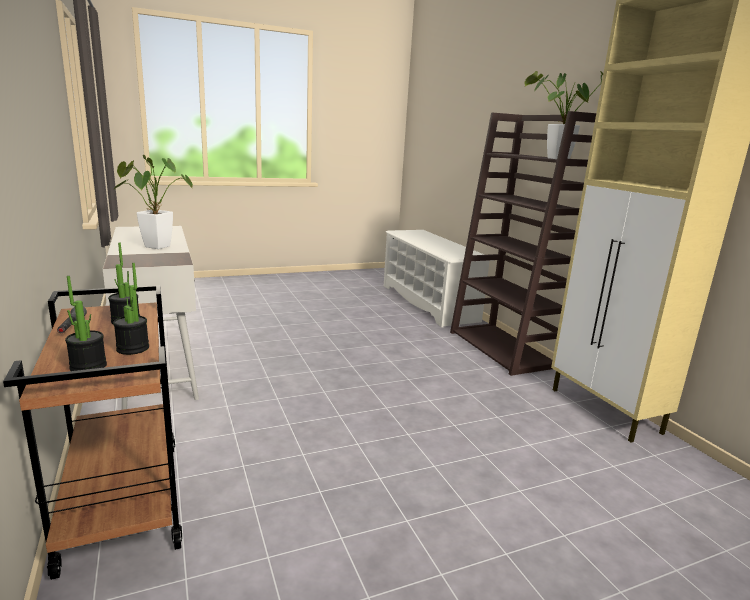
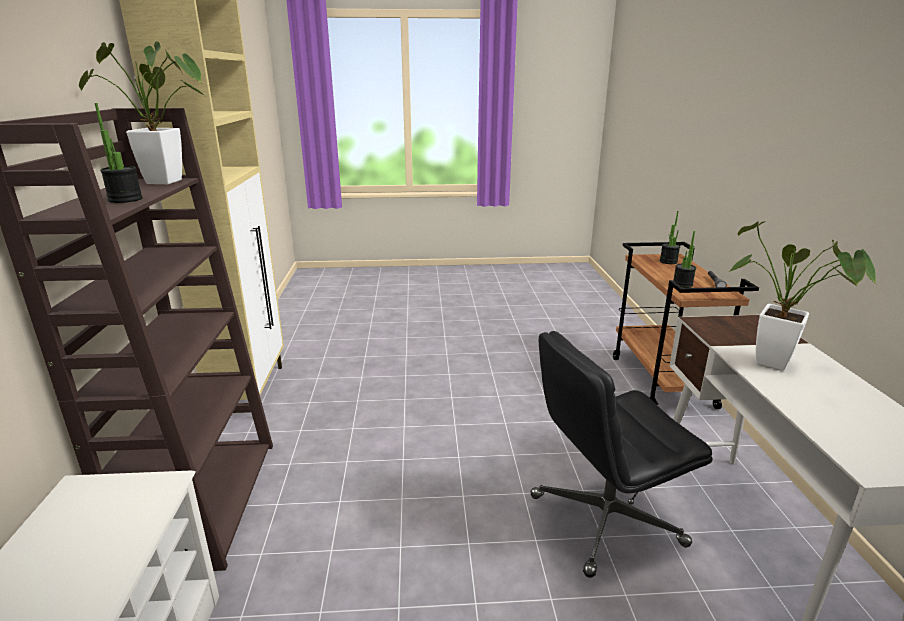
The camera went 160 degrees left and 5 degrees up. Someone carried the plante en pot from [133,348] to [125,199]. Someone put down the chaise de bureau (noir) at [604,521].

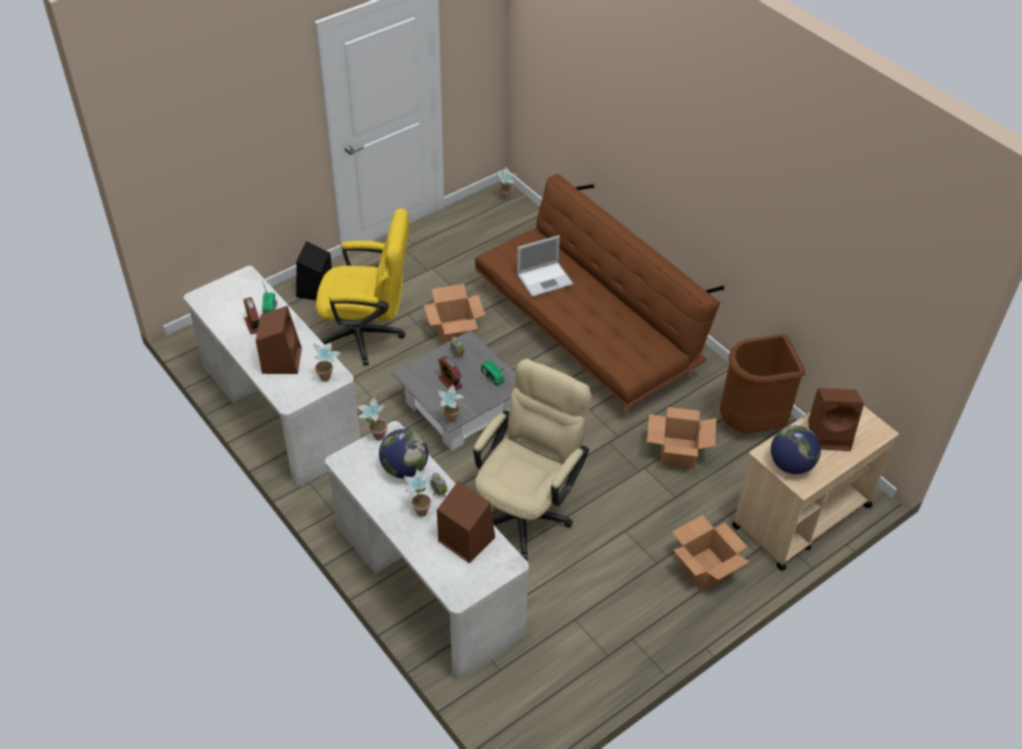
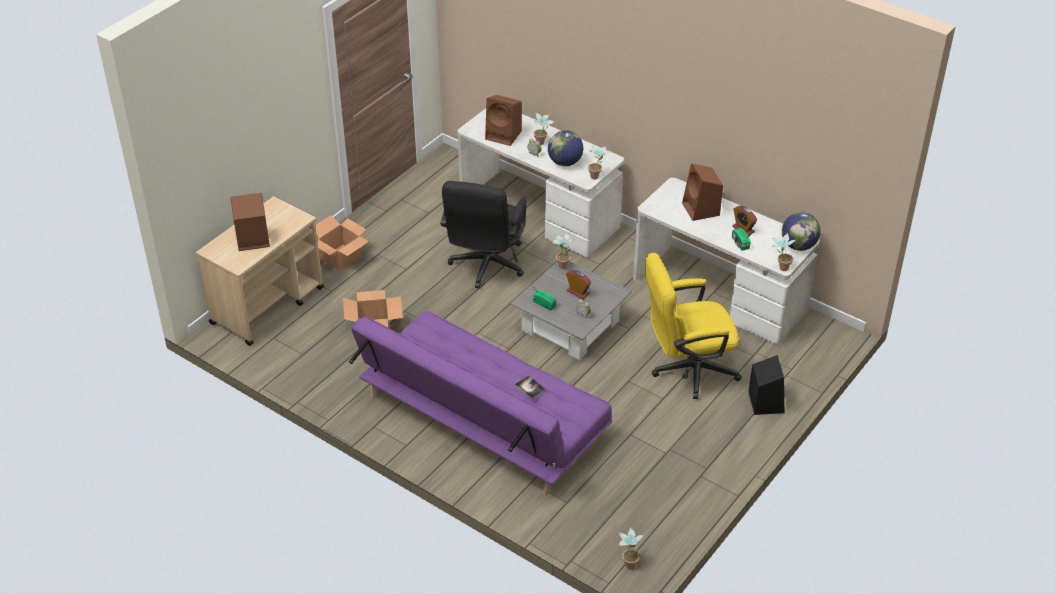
The camera went 165 degrees right and 5 degrees down. Someone carried the plante en pot from [328,379] to [780,267]. Someone took away the carton at [455,331]. Someone repainted the chaise de bureau (beige) at [527,509], which became the chaise de bureau (noir) at [485,267]. Someone repainted the canapé (marron) at [587,331], which became the canapé (violet) at [482,420]. Someone swapped the ordinateur portable at [545,279] for the livre at [530,388]. Someone took away the poubelle (marron) at [751,423]. Someone carried the globe from [791,465] to [798,246].

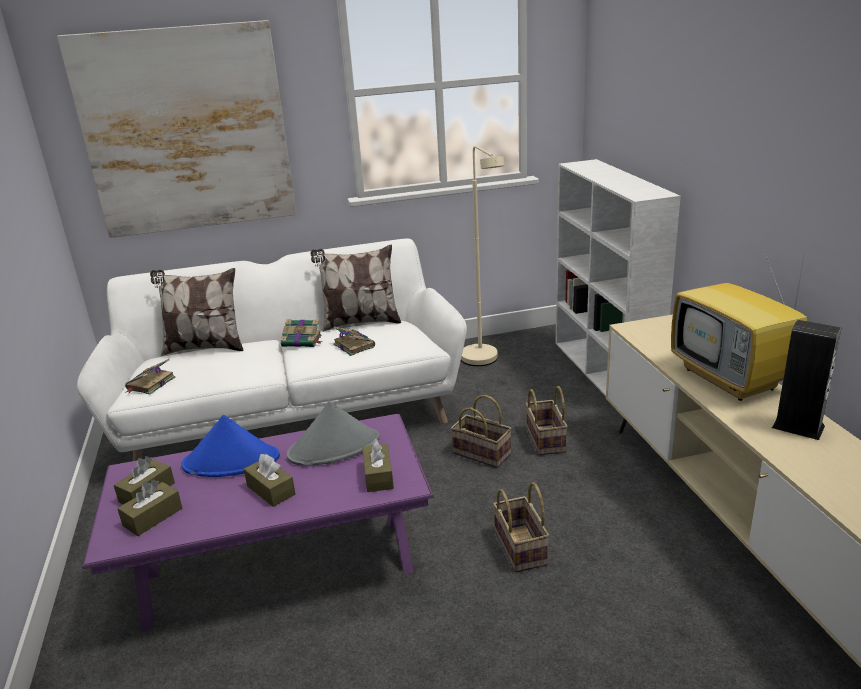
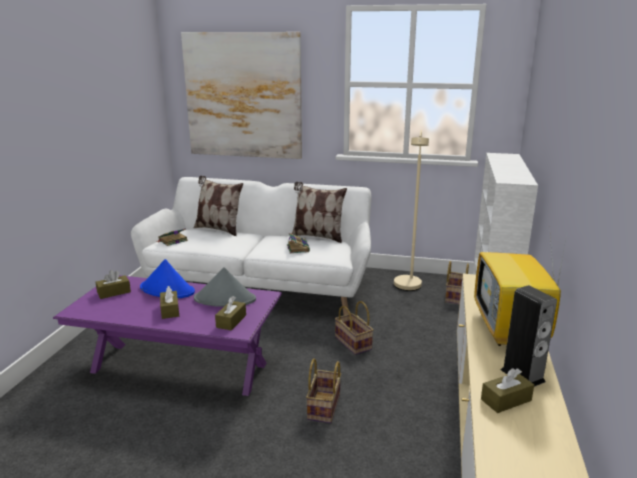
The camera went 25 degrees right and 5 degrees down. Someone carried the boîte à mouchoirs (marron) from [153,517] to [506,400]. Someone took away the livre at [302,341]. Someone carried the panier from [544,439] to [455,296].

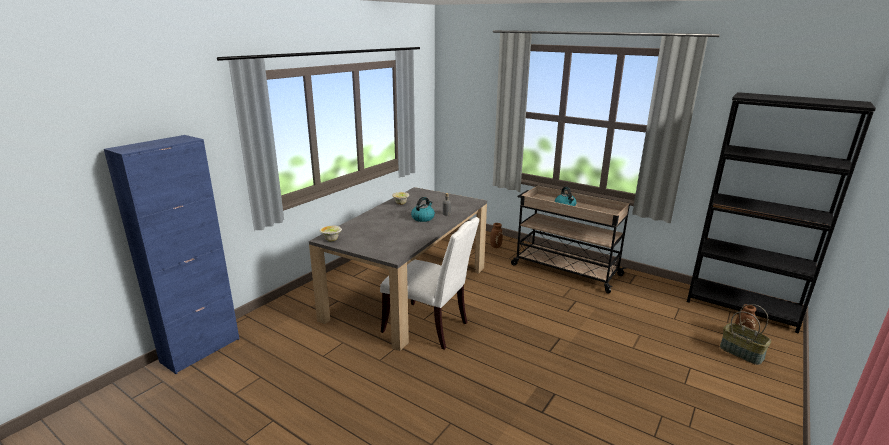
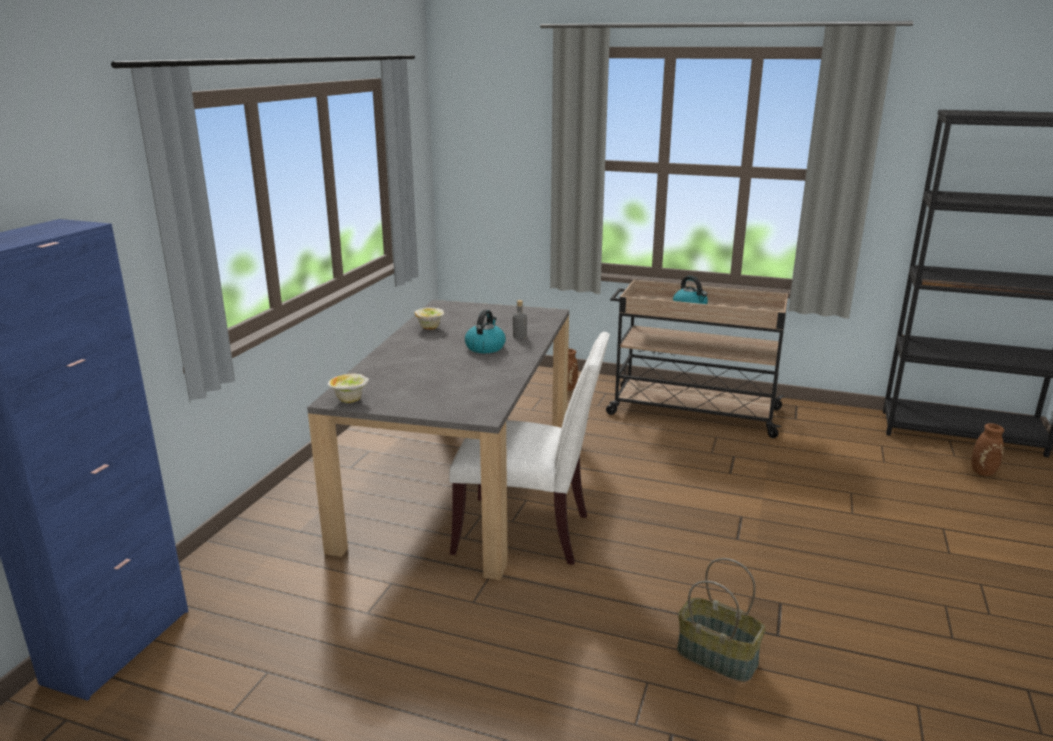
The camera went 15 degrees left and 0 degrees up. Someone carried the panier from [742,353] to [718,657].

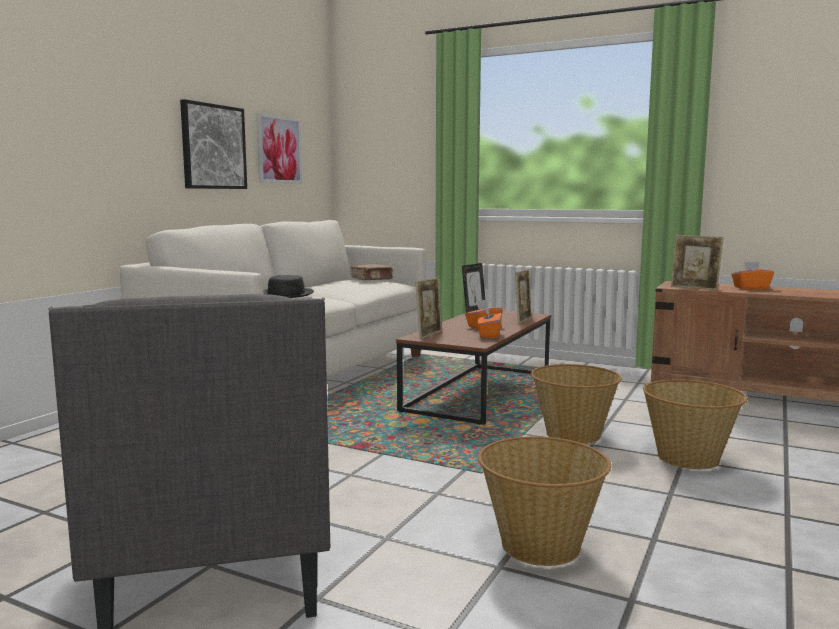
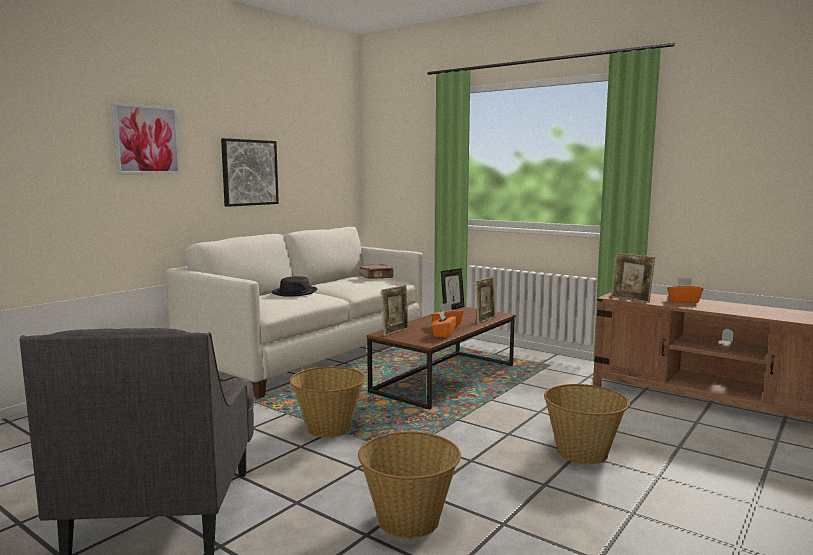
The camera went 10 degrees right and 0 degrees up. Someone carried the tableau from [279,150] to [147,140]. Someone carried the panier from [573,435] to [328,428].

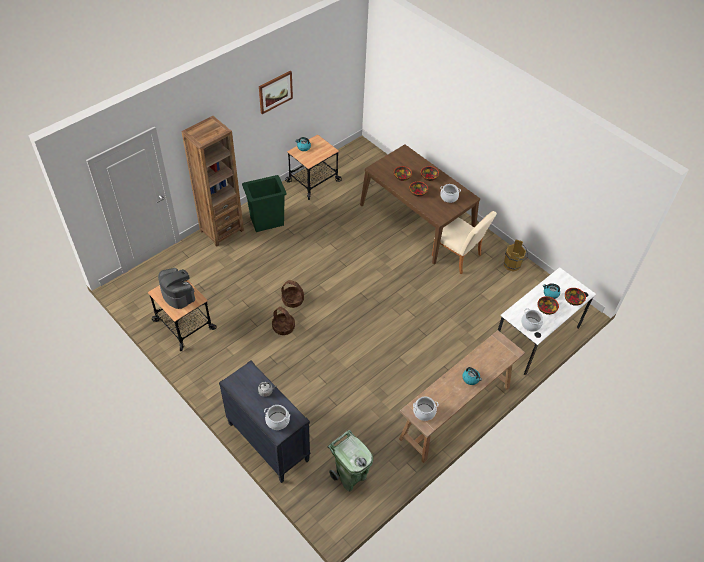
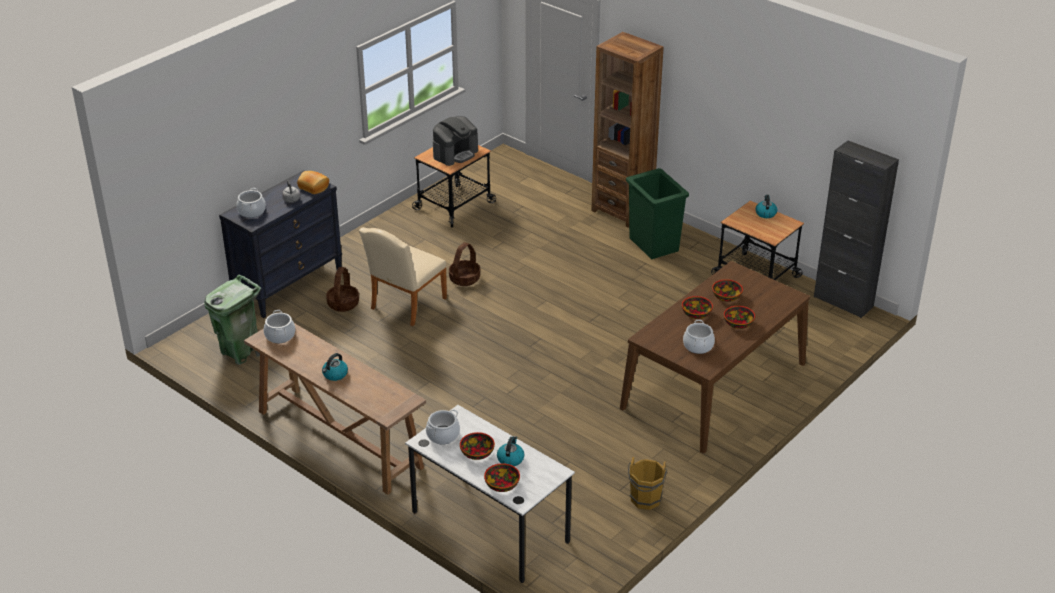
The camera went 85 degrees right and 15 degrees down. Someone took away the tableau at [275,92]. Someone carried the panier from [292,300] to [343,304]. Someone carried the chaise (beige) from [459,257] to [405,305]. Someone put down the pain at [313,187]. Someone put down the meuble de rangement (noir) at [843,302].

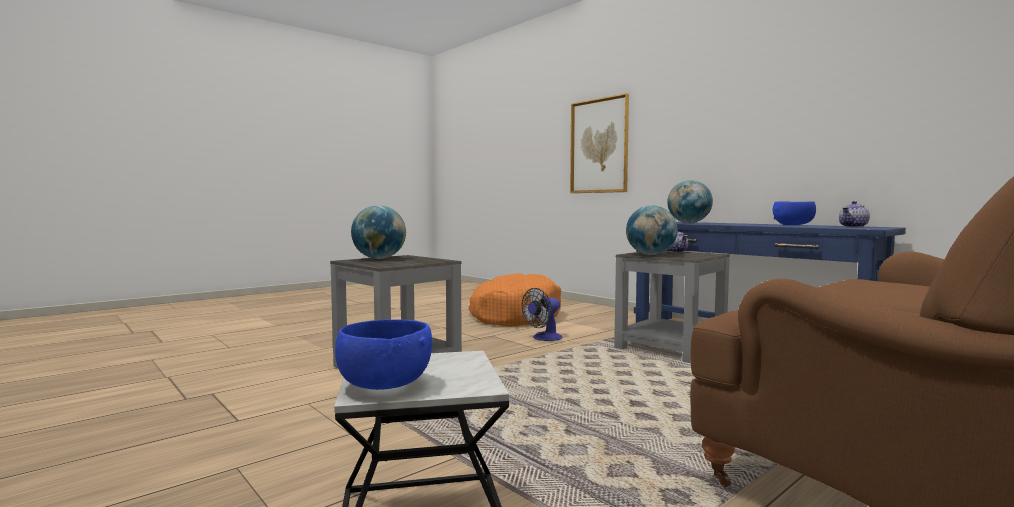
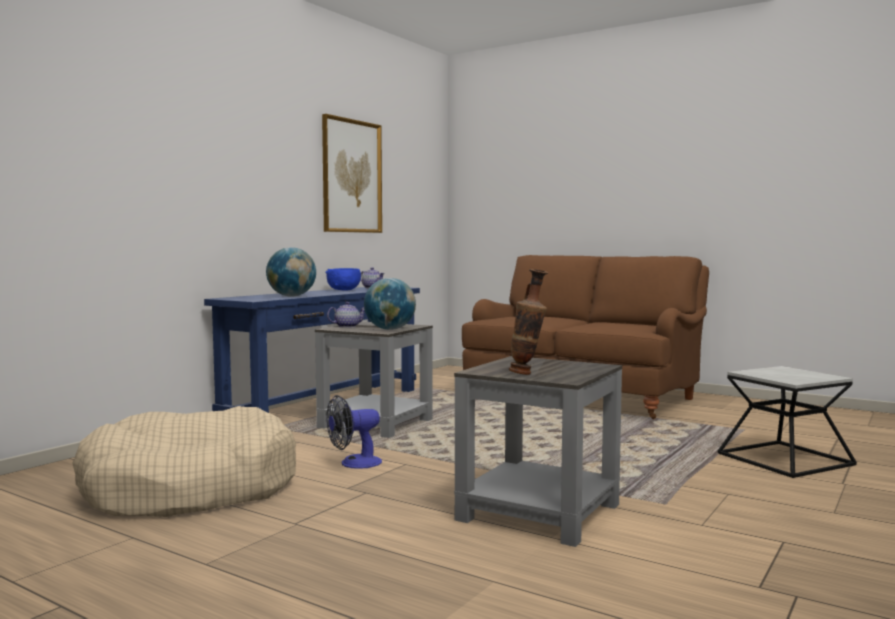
The camera went 105 degrees left and 0 degrees up. Someone took away the bol (bleu) at [384,385]. Someone swapped the globe at [379,258] for the vase at [527,374]. Someone repainted the panier pour chien (orange) at [514,315], which became the panier pour chien (beige) at [190,489]. Someone rotated the ventilateur at [544,338] by 120 degrees clockwise. Someone carried the tableau from [599,146] to [351,176].

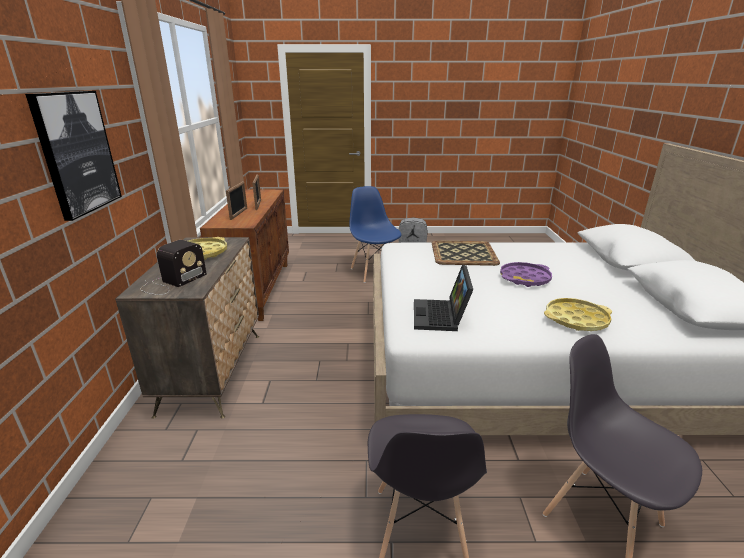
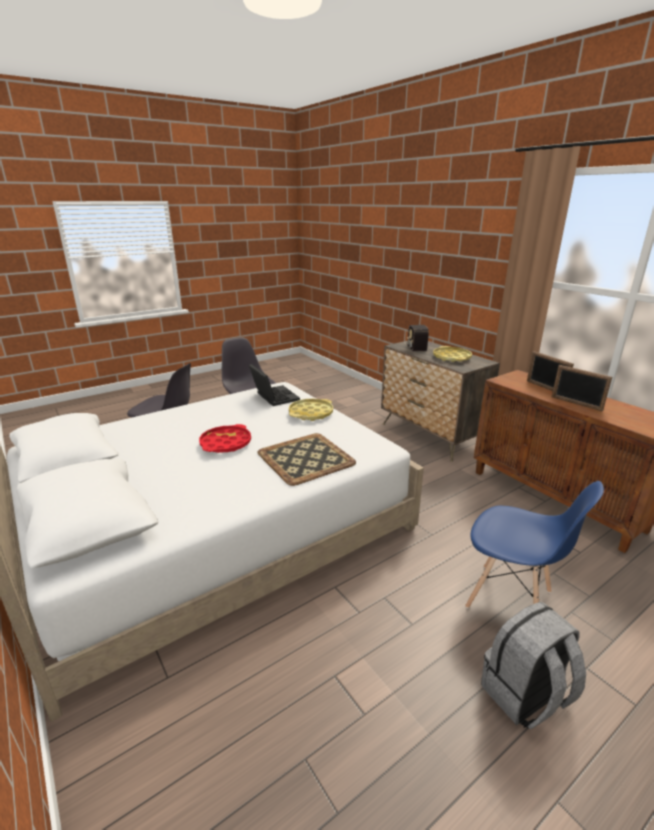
The camera went 145 degrees right and 0 degrees up. Someone took away the tableau at [76,153]. Someone repainted the plateau (violet) at [525,278], which became the plateau (rouge) at [225,443]. Someone carried the plateau (jaune) from [576,319] to [311,413].

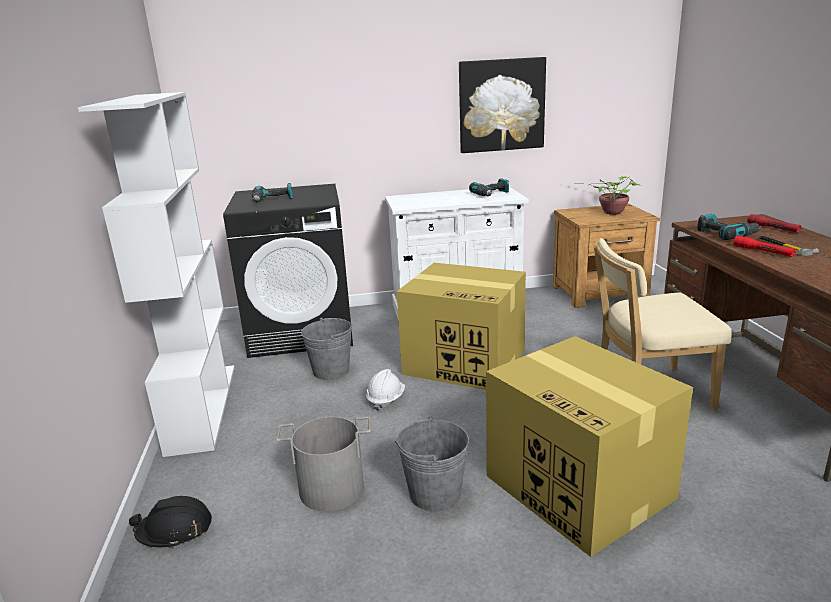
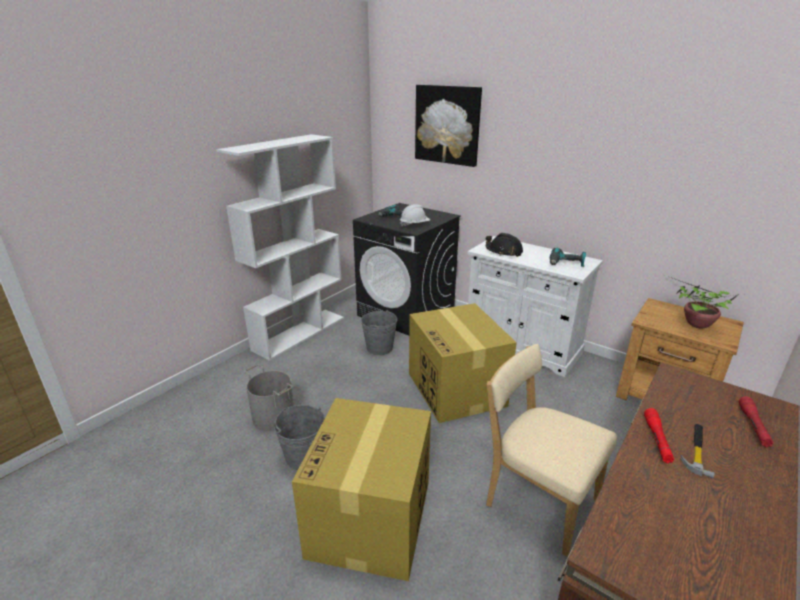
The camera went 45 degrees right and 5 degrees up. Someone carried the casque de chantier (noir) from [175,530] to [503,251]. Someone carried the casque de chantier (blanc) from [386,400] to [414,225]. Someone carried the tableau from [501,105] to [447,125]. Someone took away the perceuse at [726,234].

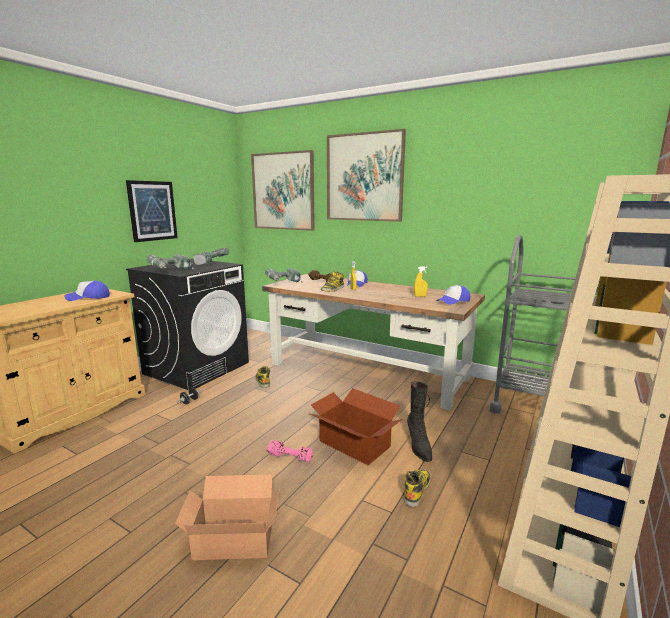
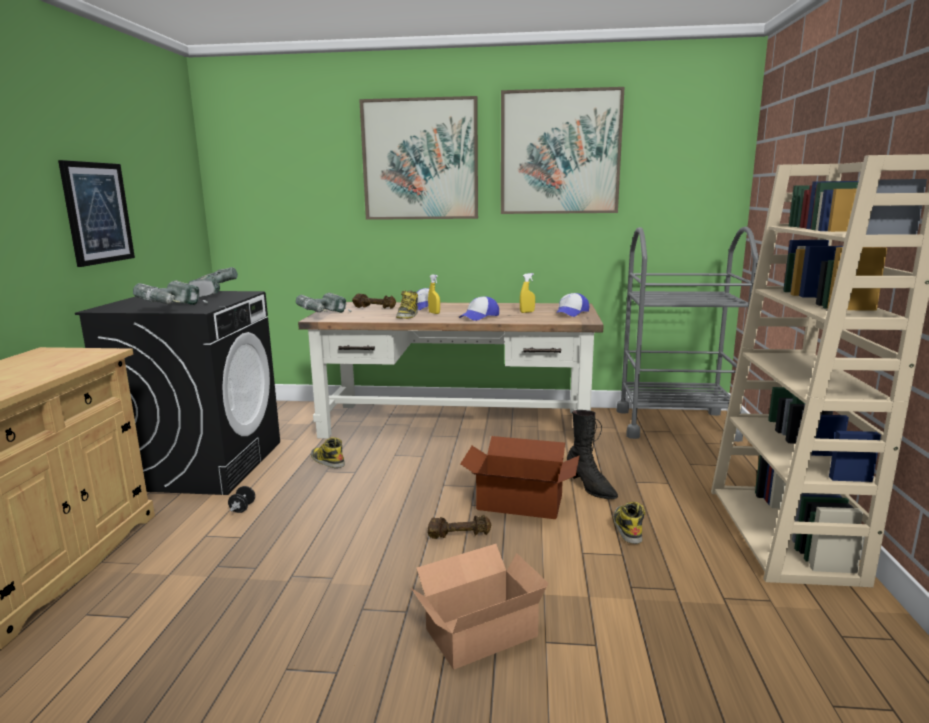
The camera went 25 degrees left and 0 degrees up. Someone carried the casquette from [88,297] to [479,317]. Someone carried the tableau from [283,191] to [560,152]. Someone repainted the haltère (rose) at [290,457], which became the haltère (marron) at [459,535].

